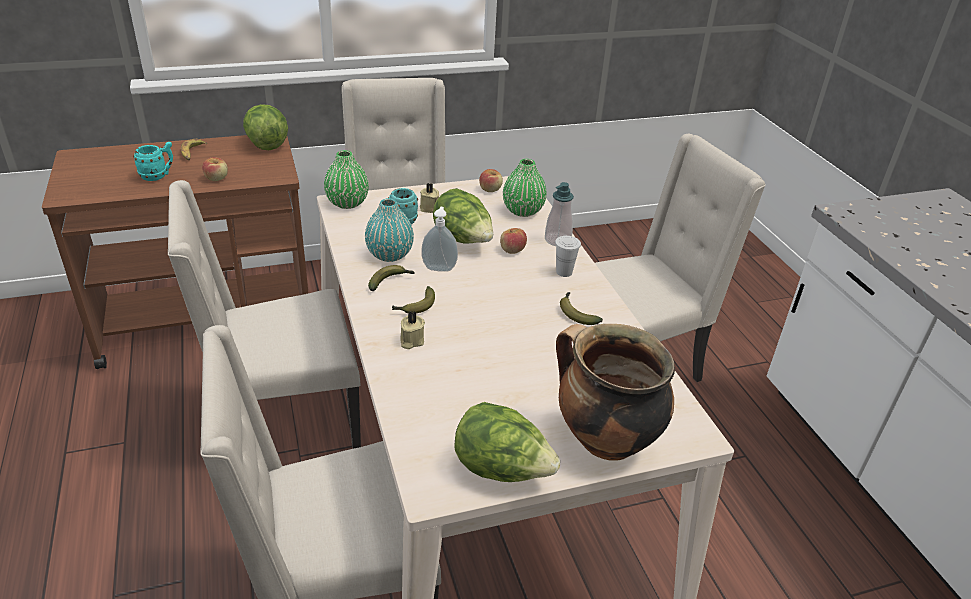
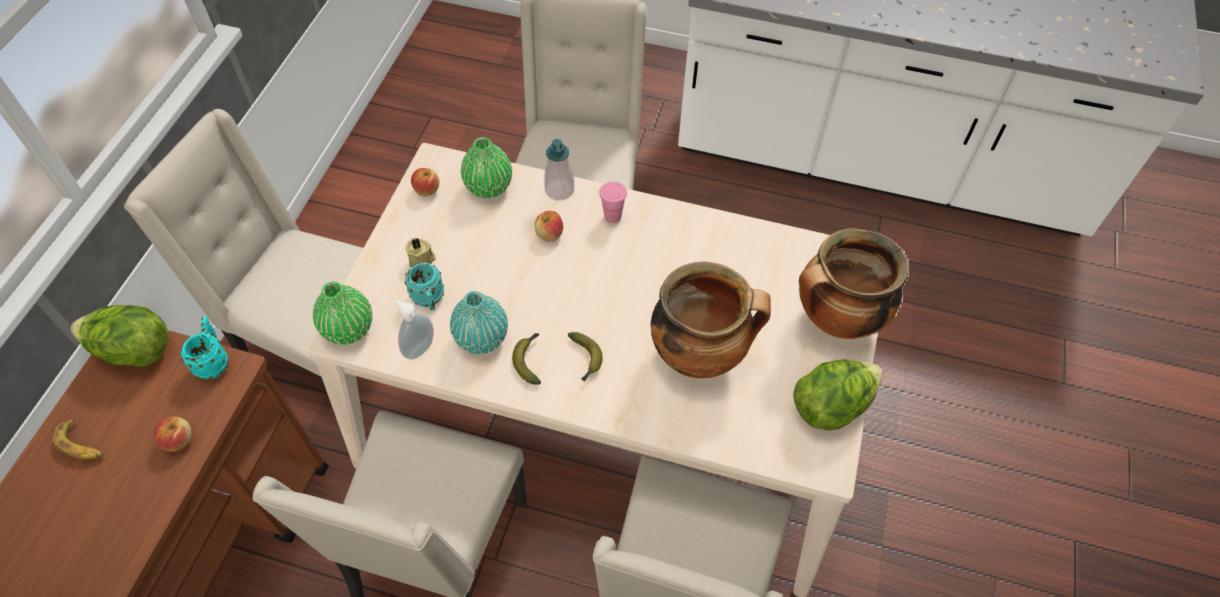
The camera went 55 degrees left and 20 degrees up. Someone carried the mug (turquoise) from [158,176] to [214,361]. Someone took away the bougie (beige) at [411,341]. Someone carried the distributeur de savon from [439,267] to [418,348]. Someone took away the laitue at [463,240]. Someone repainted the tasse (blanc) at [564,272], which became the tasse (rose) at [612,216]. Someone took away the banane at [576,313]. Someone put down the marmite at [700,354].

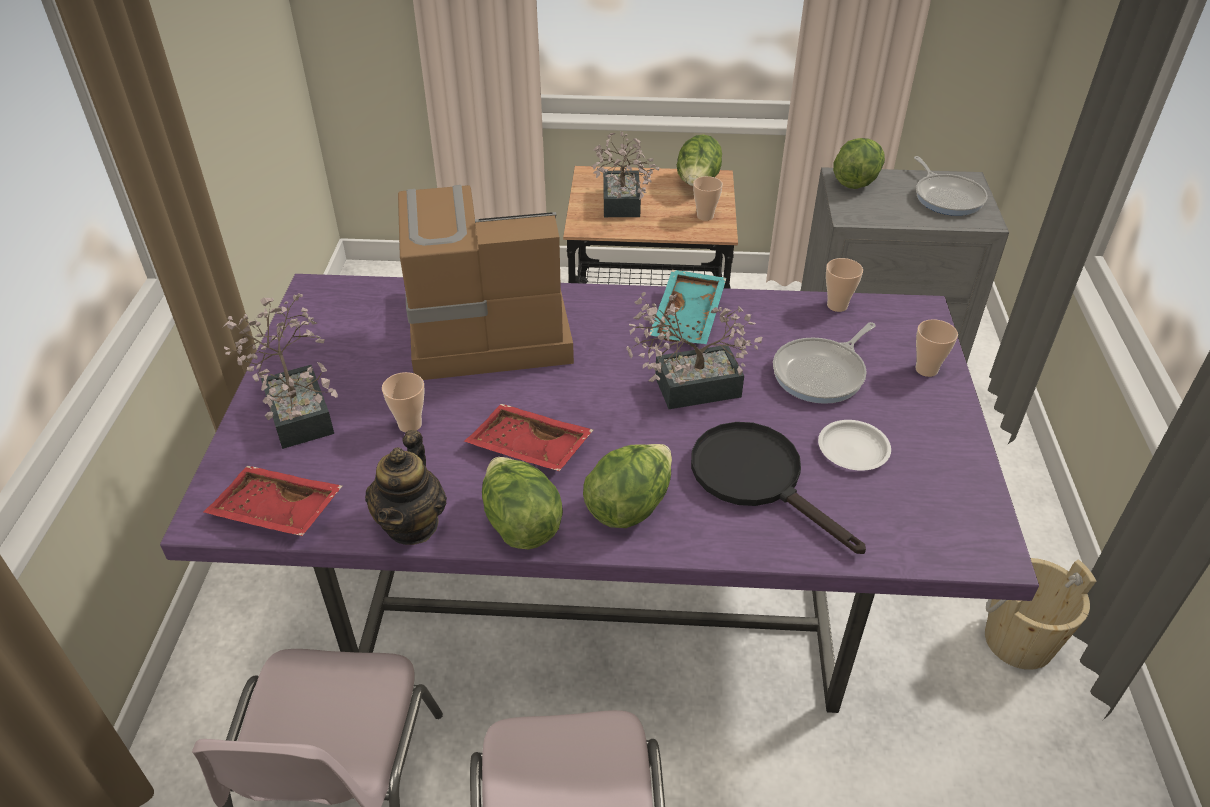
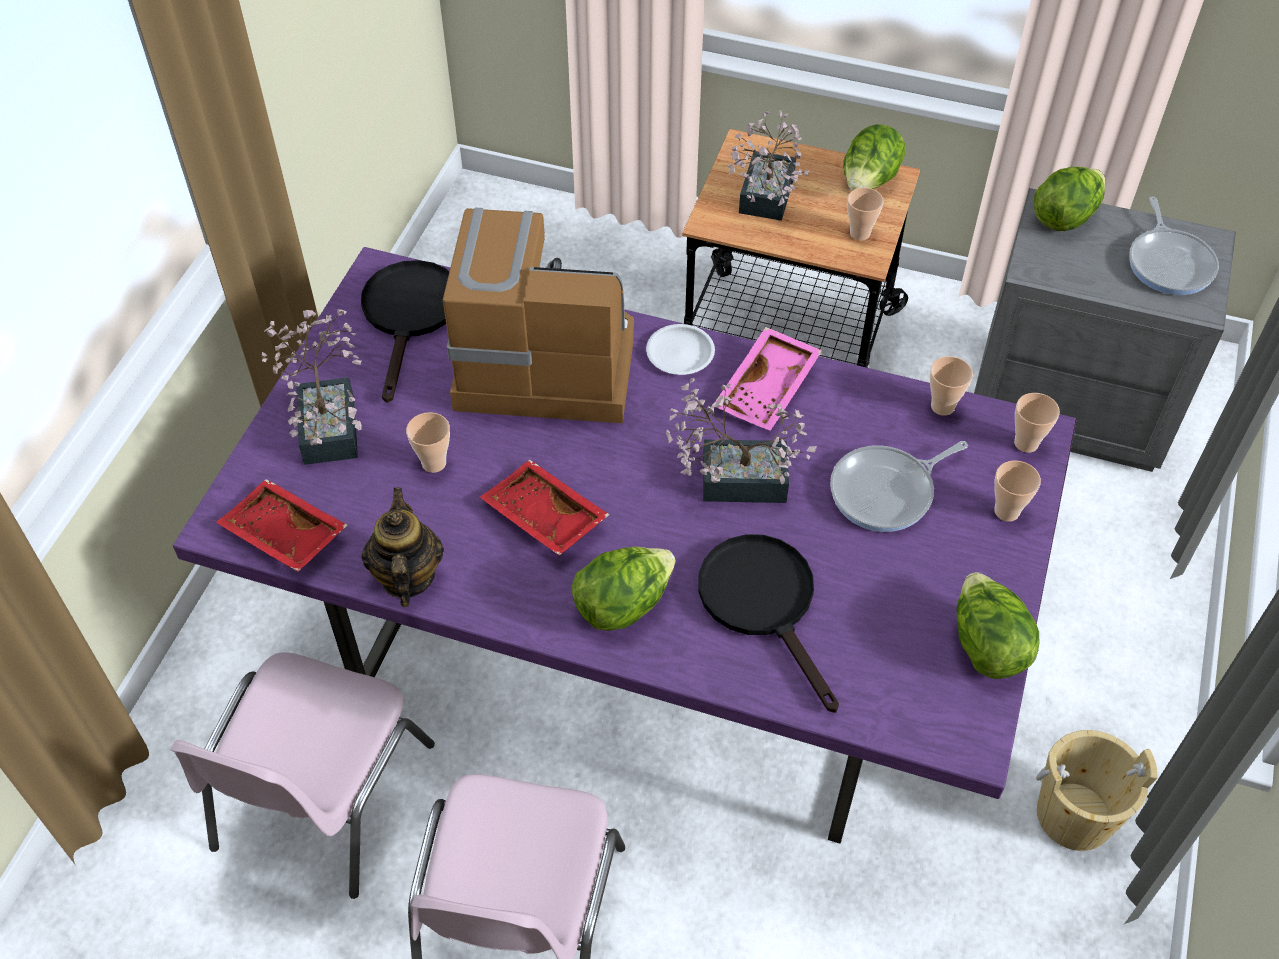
The camera went 15 degrees right and 10 degrees up. Someone rotated the théière at [412,524] by 150 degrees clockwise. Someone carried the laitue from [520,524] to [986,645]. Someone repainted the plateau (turquoise) at [689,318], which became the plateau (rose) at [768,390]. Someone carried the assiette (blanc) from [853,449] to [680,353]. Someone put down the poêle (noir) at [410,316]. Someone put down the tasse at [1026,443].

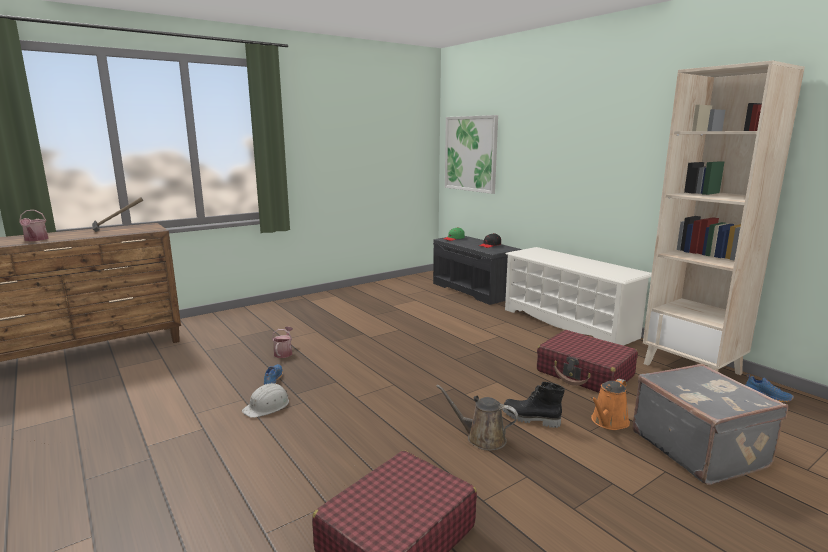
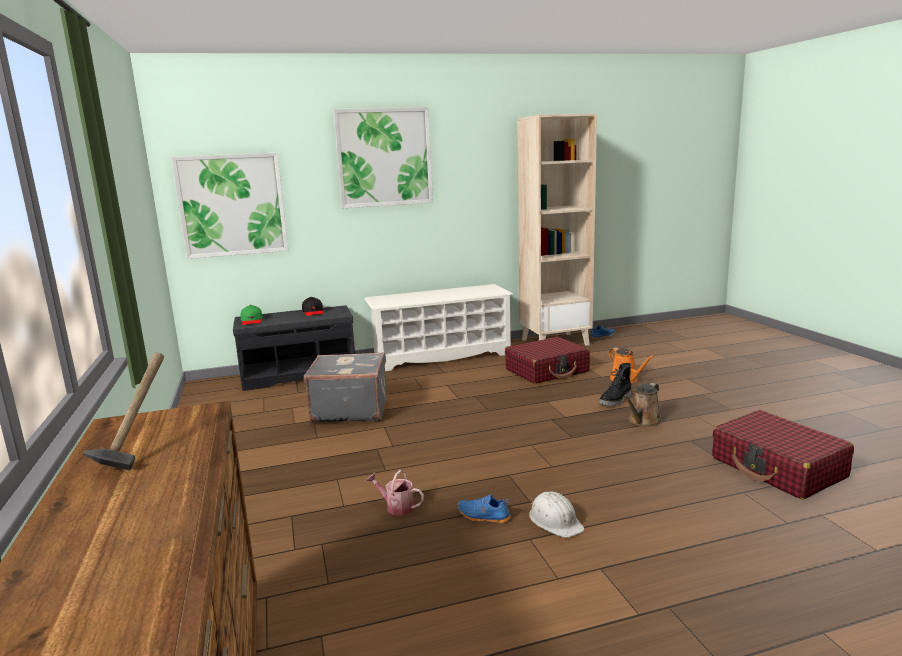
The camera went 70 degrees left and 0 degrees up. Someone took away the arrosoir at [35,240]. Someone carried the valise (gris) from [699,448] to [350,410]. Someone put up the tableau at [384,157].

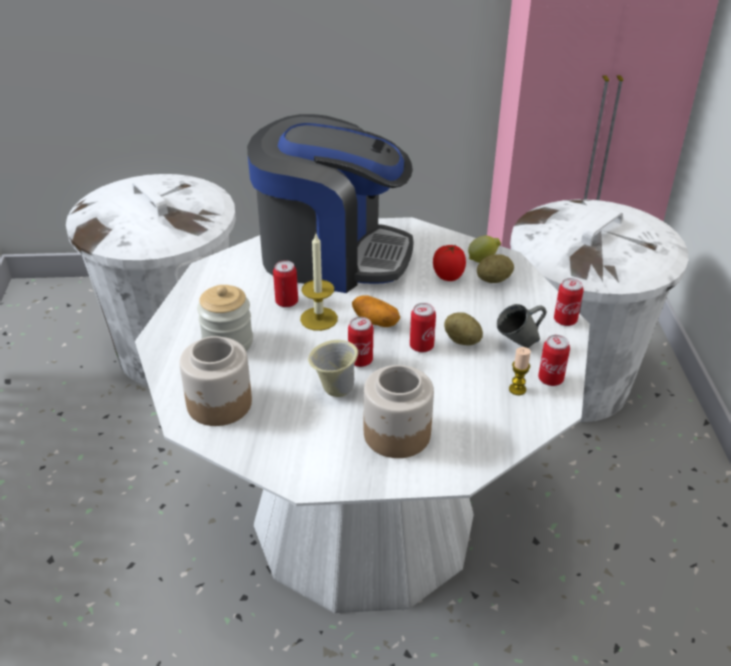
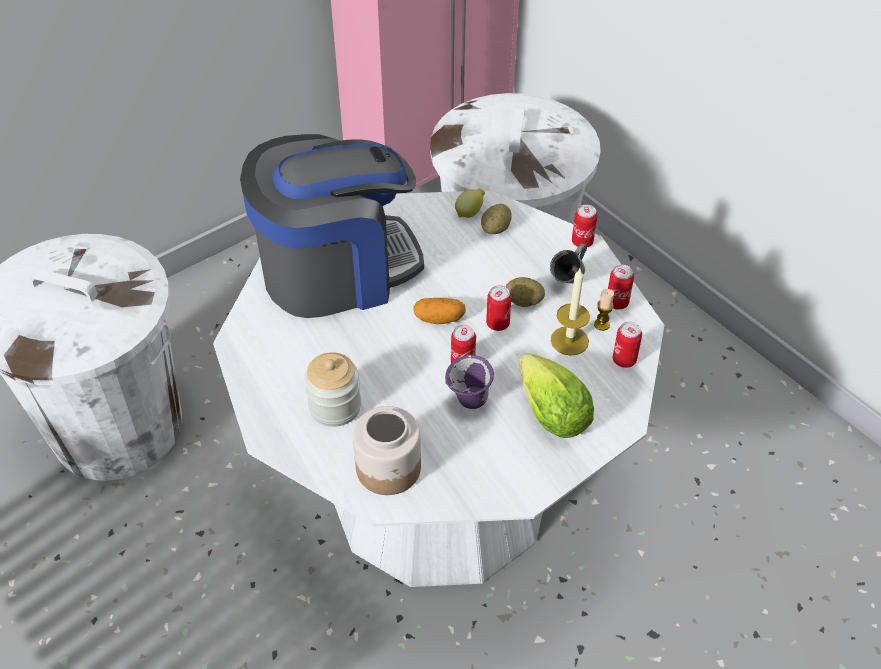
The camera went 35 degrees left and 10 degrees up. Someone carried the boîte métallique from [286,302] to [624,360]. Someone carried the bougie from [319,319] to [569,340]. Someone repainted the mug (beige) at [334,390], which became the mug (violet) at [468,402]. Someone swapped the bocal at [396,434] for the laitue at [552,414]. Someone took away the tomate at [448,276].

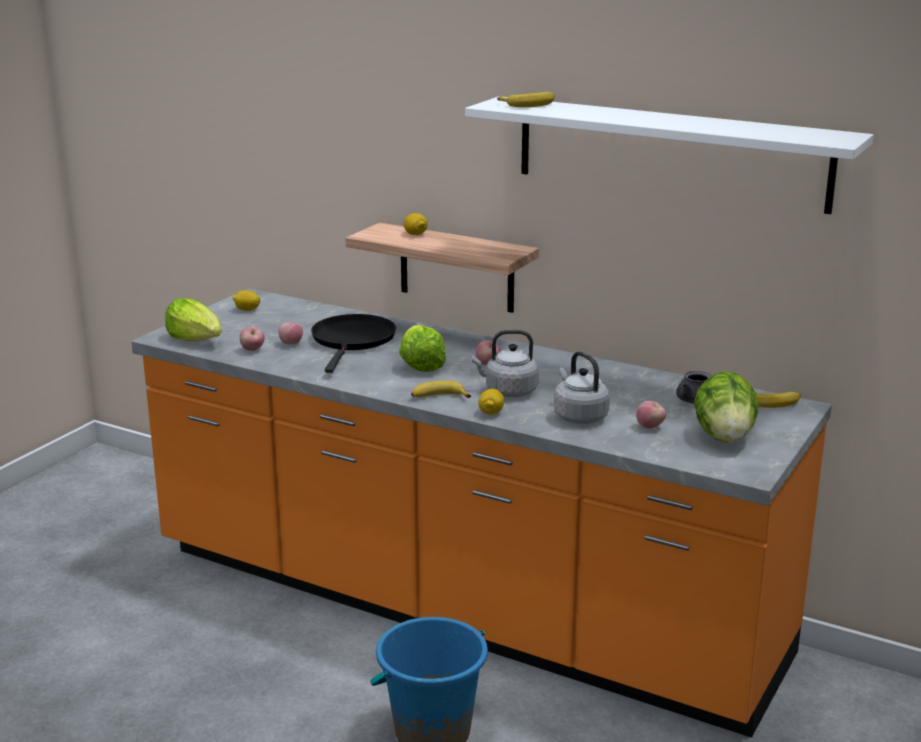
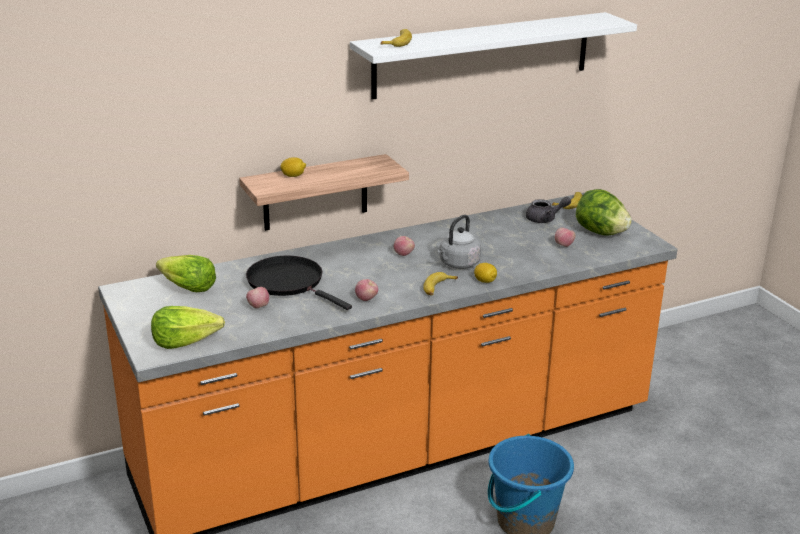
The camera went 55 degrees left and 5 degrees up. Someone took away the citron at [247,310]. Someone carried the pomme from [252,350] to [366,299]. Someone carried the laitue from [421,365] to [187,288]. Someone took away the bouilloire (gris) at [579,416].

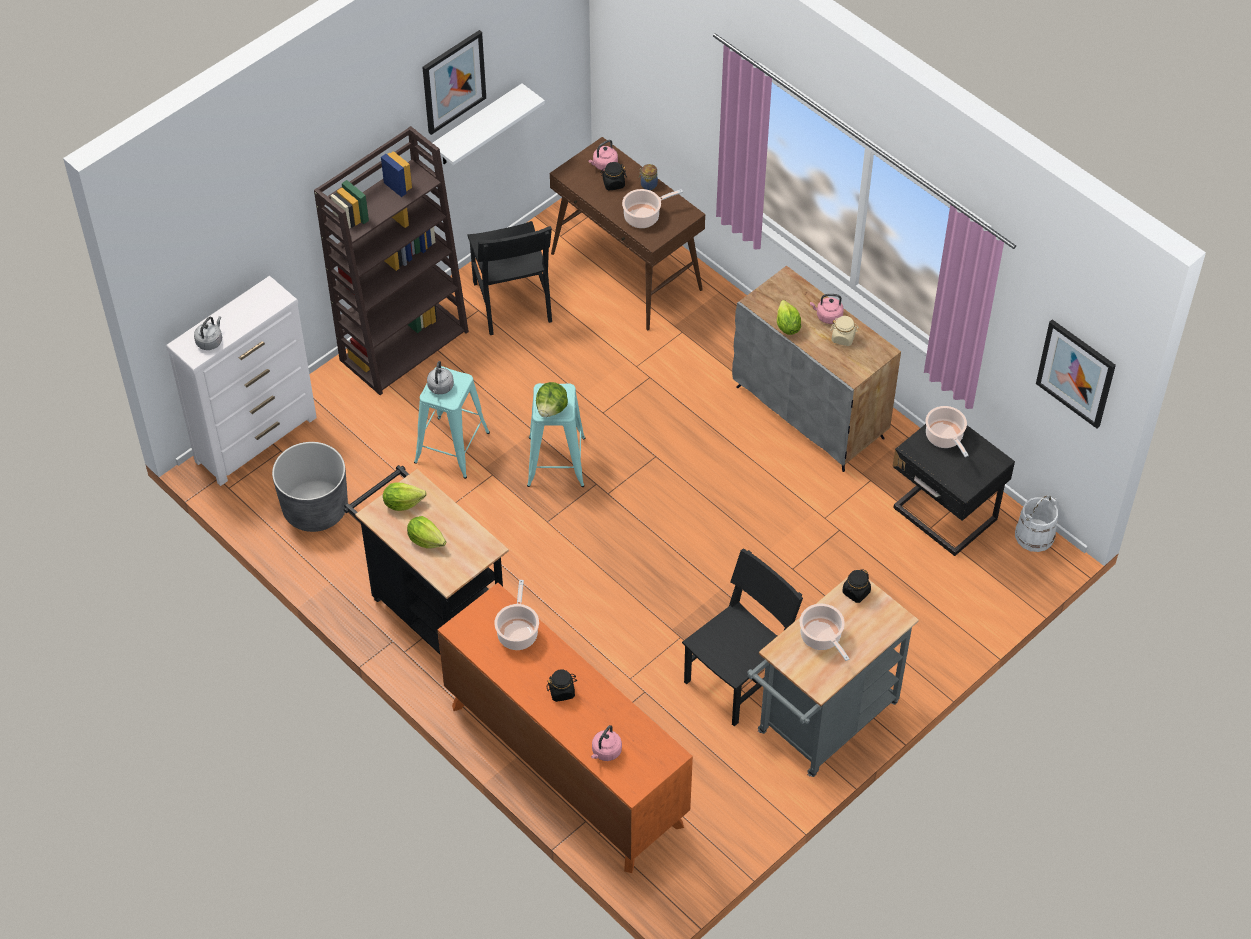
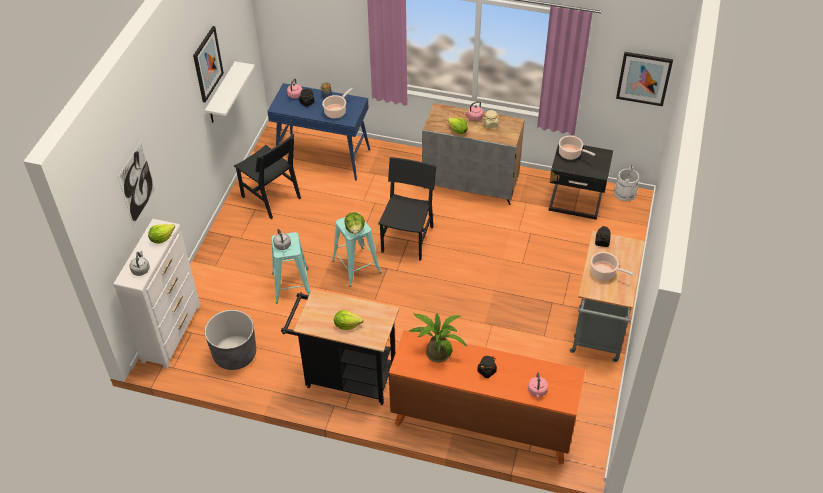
The camera went 30 degrees left and 5 degrees down. Someone took away the bibliothèque (marron) at [404,344]. Someone carried the laitue from [402,503] to [162,238]. Someone swapped the marmite at [518,632] for the plante en pot at [436,351]. Someone repainted the table console (marron) at [627,272], which became the table console (bleu) at [323,157]. Someone carried the chaise (noir) from [738,680] to [407,239]. Someone put up the tableau at [137,183].

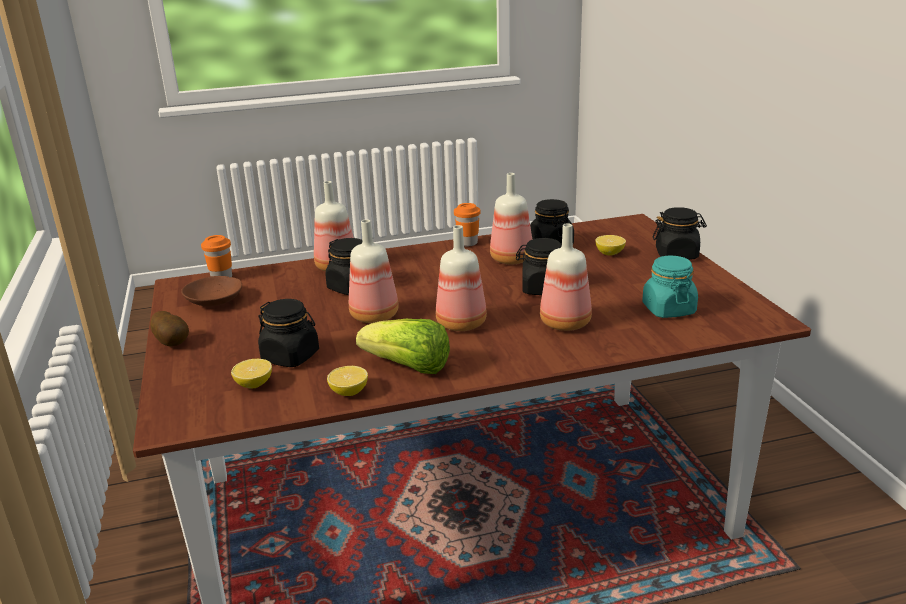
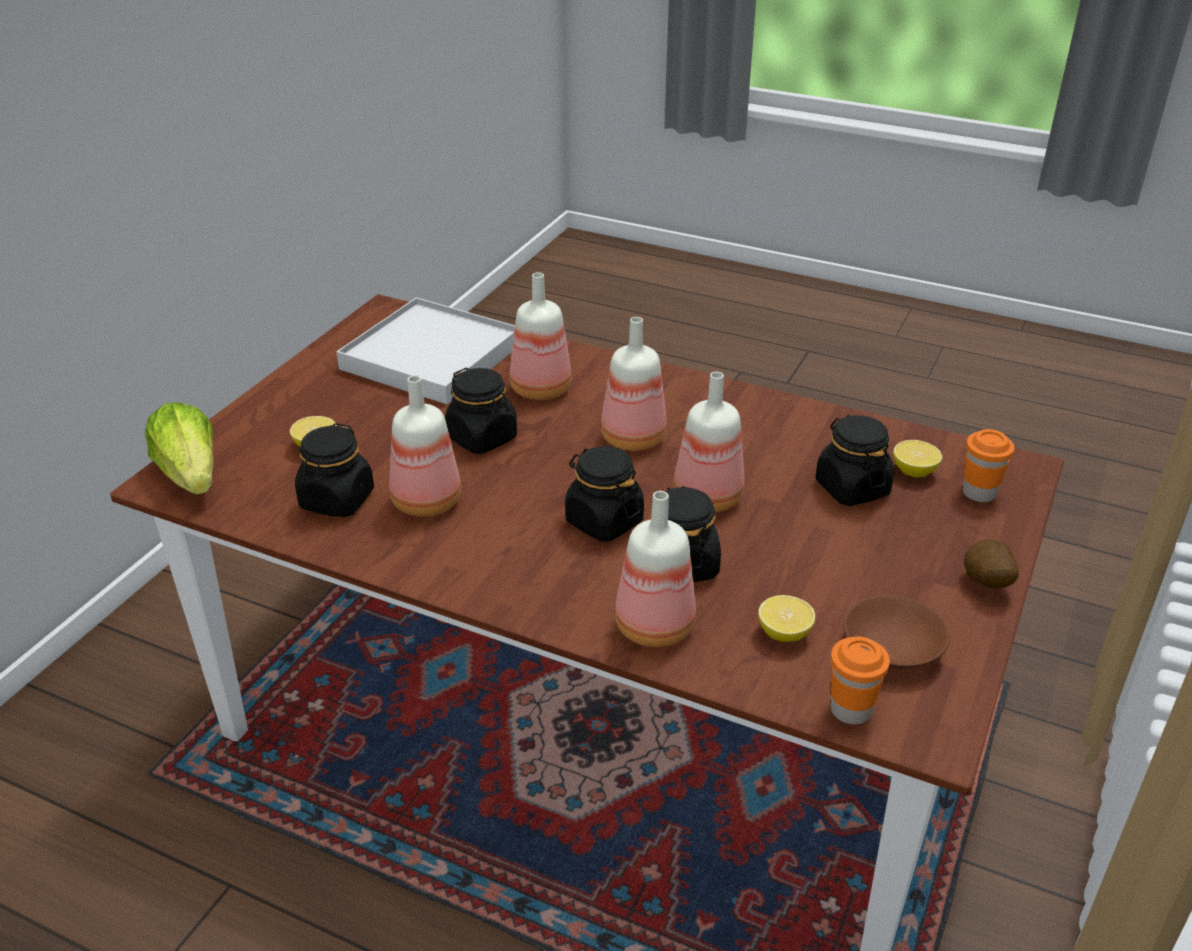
The camera went 140 degrees left and 10 degrees up. Someone carried the citron from [349,392] to [784,633]. Someone carried the laitue from [408,367] to [191,475]. Someone carried the tasse (orange) from [467,243] to [978,493]. Someone swapped the bocal (turquoise) at [668,309] for the plateau (blanc) at [431,356]. Someone carried the bocal (noir) from [677,254] to [603,521].

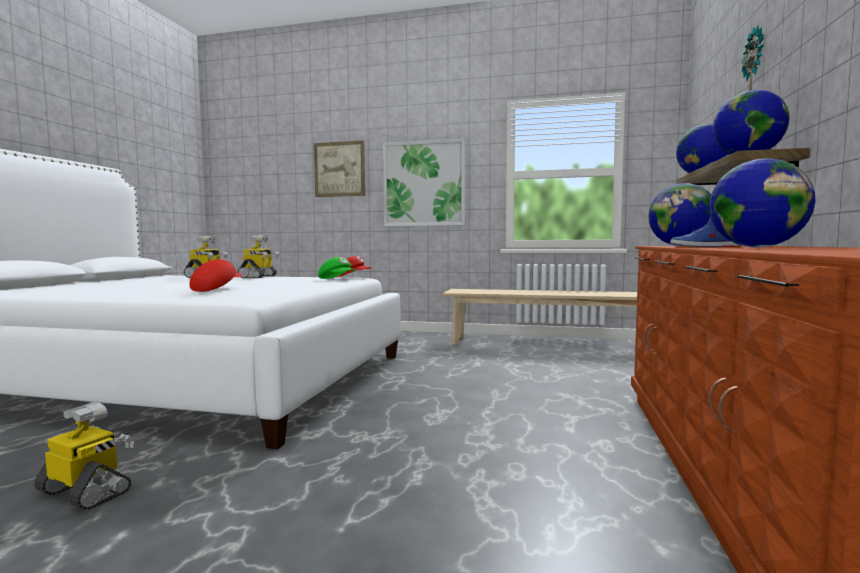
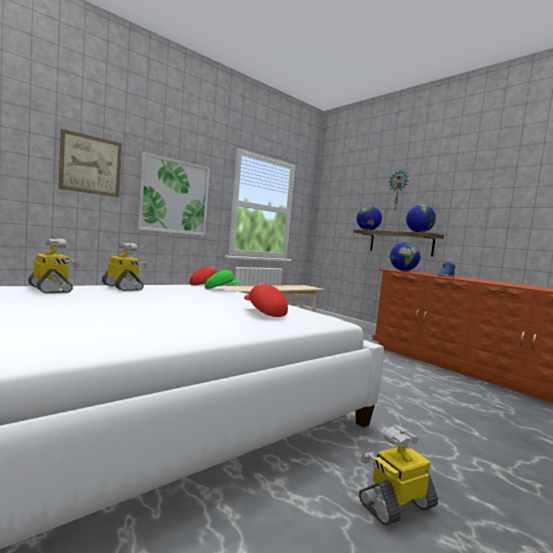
The camera went 55 degrees left and 0 degrees up. Someone took away the globe at [757,247].

